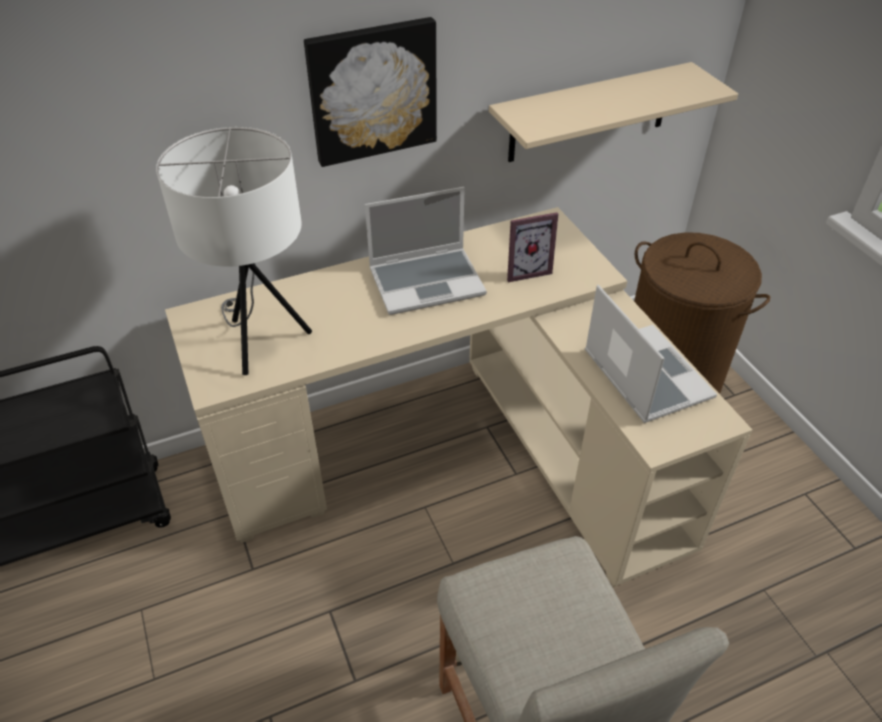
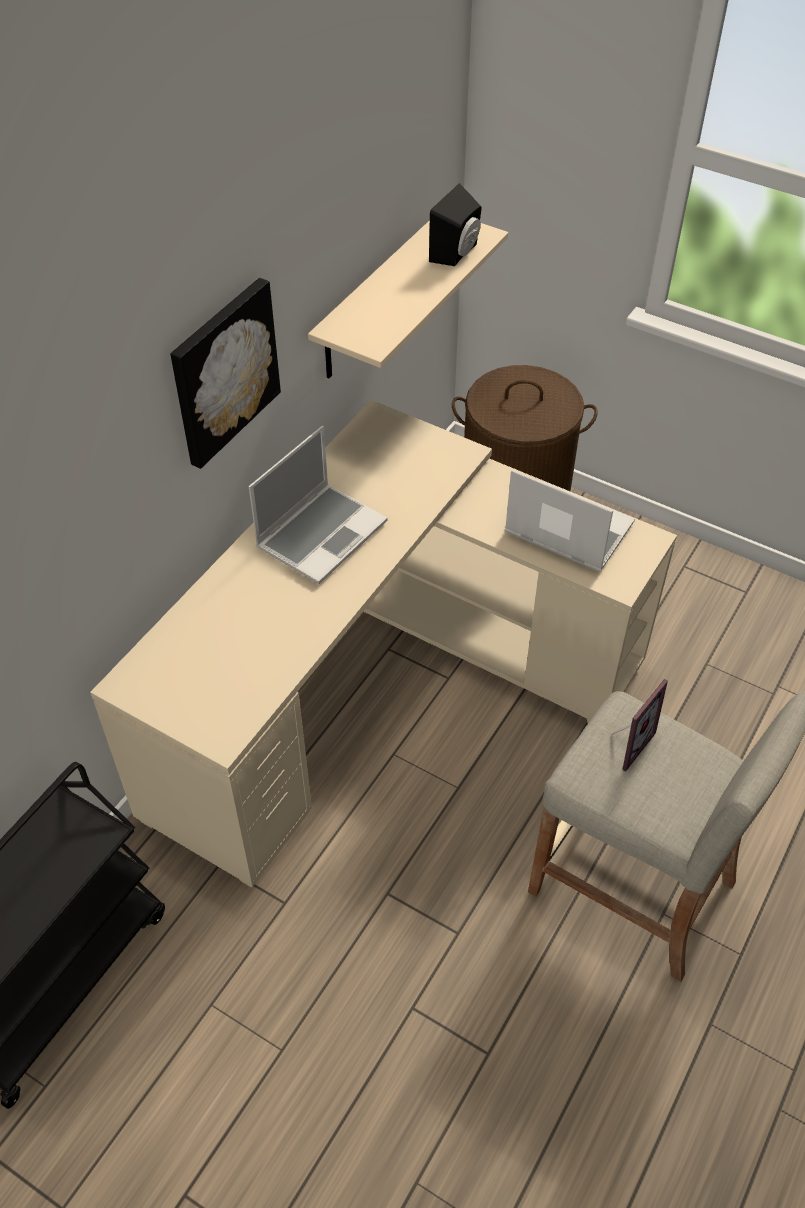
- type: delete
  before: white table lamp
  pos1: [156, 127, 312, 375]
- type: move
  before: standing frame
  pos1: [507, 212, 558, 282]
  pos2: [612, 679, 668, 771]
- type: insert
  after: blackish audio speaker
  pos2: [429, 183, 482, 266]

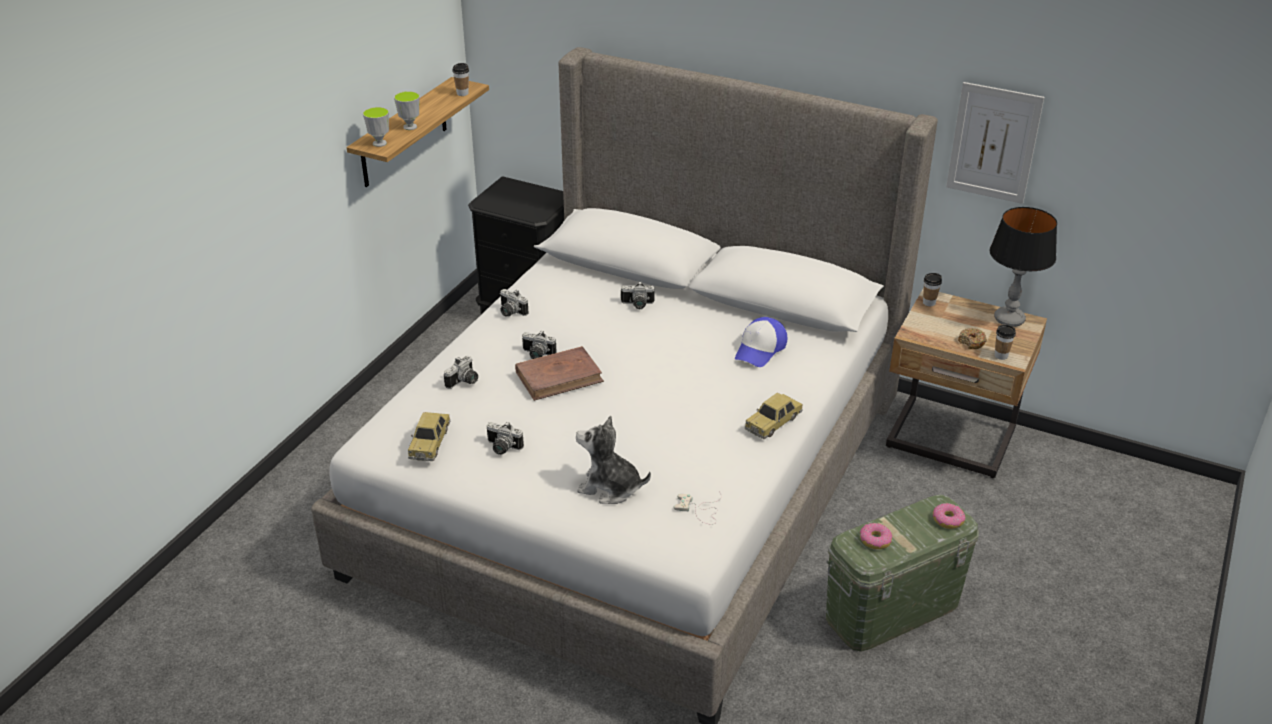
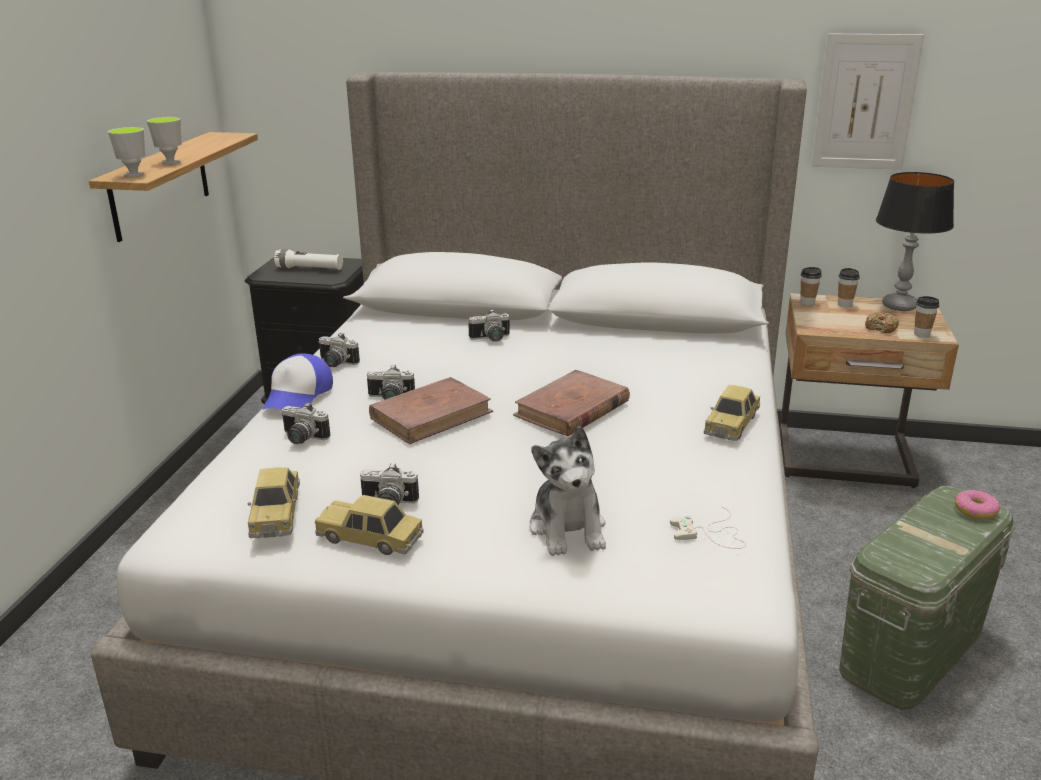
- type: move
  before: cup
  pos1: [452, 63, 469, 96]
  pos2: [838, 268, 860, 307]
- type: move
  before: cap
  pos1: [735, 317, 787, 367]
  pos2: [262, 353, 333, 410]
- type: rotate
  before: photo camera
  pos1: [444, 356, 478, 389]
  pos2: [281, 402, 330, 444]
  turn: 90
- type: rotate
  before: soft toy
  pos1: [576, 416, 651, 504]
  pos2: [529, 426, 606, 556]
  turn: -105
- type: delete
  before: donut
  pos1: [860, 523, 892, 549]
- type: insert
  after: white torch
  pos2: [274, 249, 343, 270]
- type: insert
  after: brown-coloured volume
  pos2: [513, 370, 630, 436]
- type: insert
  after: miniature car
  pos2: [315, 495, 424, 555]

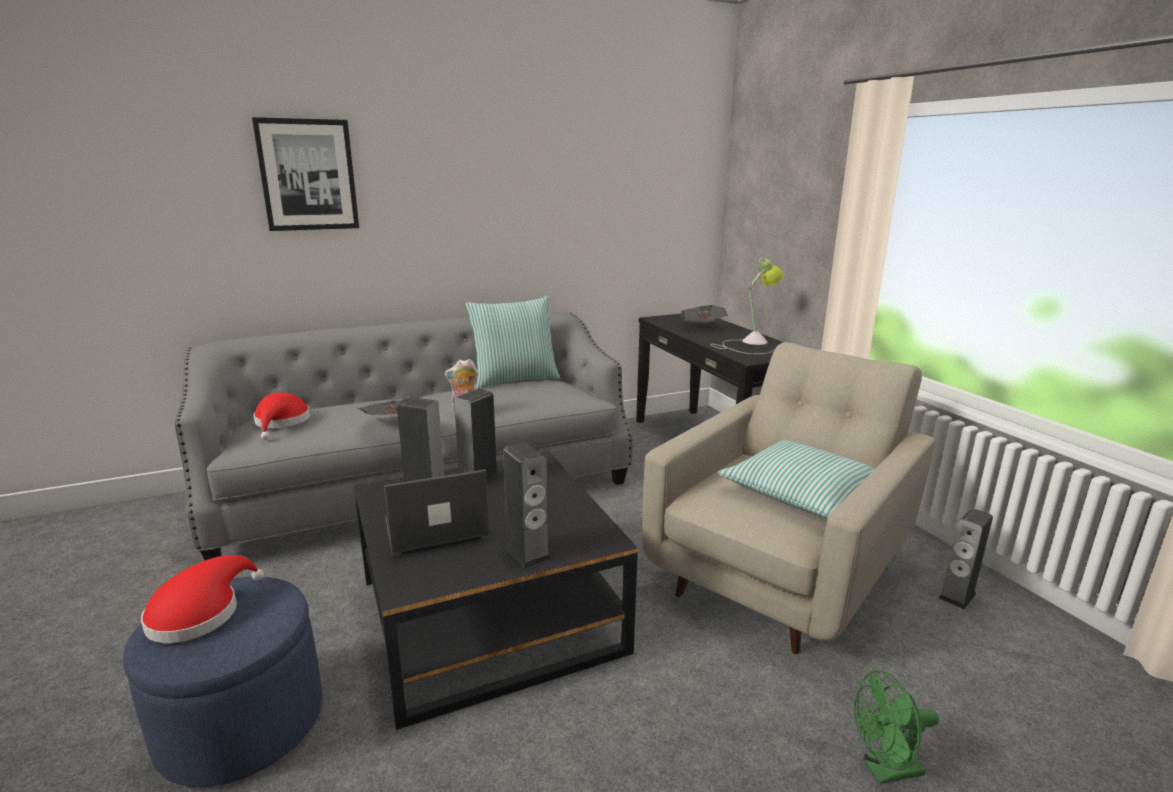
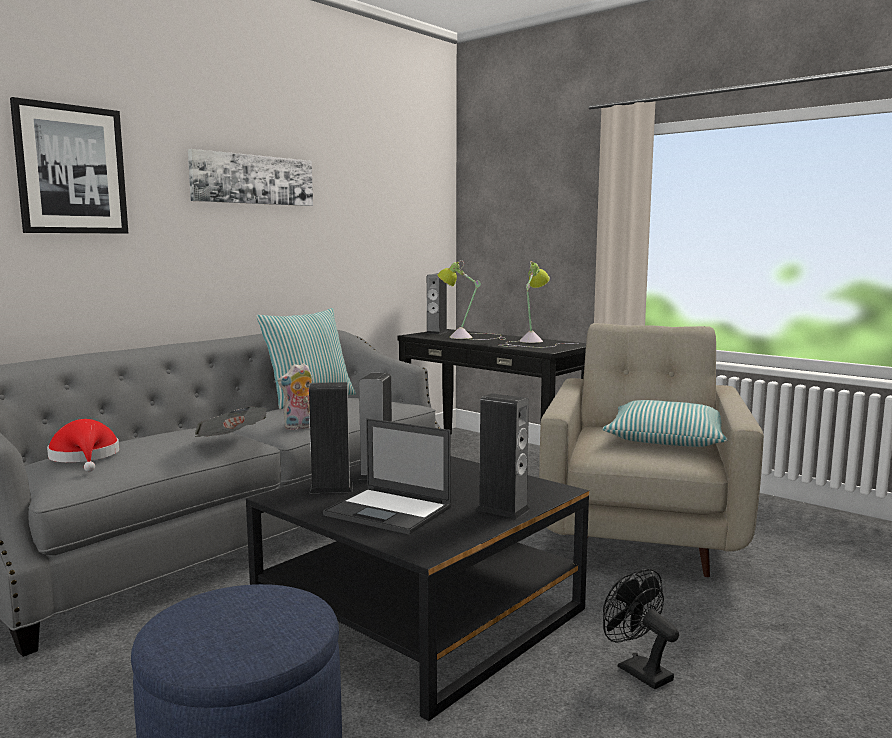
- type: replace
  before: daily paper
  after: table lamp
  pos1: [681, 305, 728, 322]
  pos2: [437, 260, 506, 340]
- type: rotate
  before: laptop
  pos1: [384, 469, 490, 558]
  pos2: [323, 418, 451, 534]
  turn: -105
- type: move
  before: audio speaker
  pos1: [939, 508, 993, 609]
  pos2: [425, 274, 448, 334]
- type: delete
  before: red wearable hat
  pos1: [141, 555, 264, 643]
- type: delete
  before: green-coloured electric fan
  pos1: [854, 670, 939, 784]
- type: insert
  after: wall art
  pos2: [188, 149, 313, 206]
- type: insert
  after: blackish electric fan
  pos2: [603, 569, 679, 689]

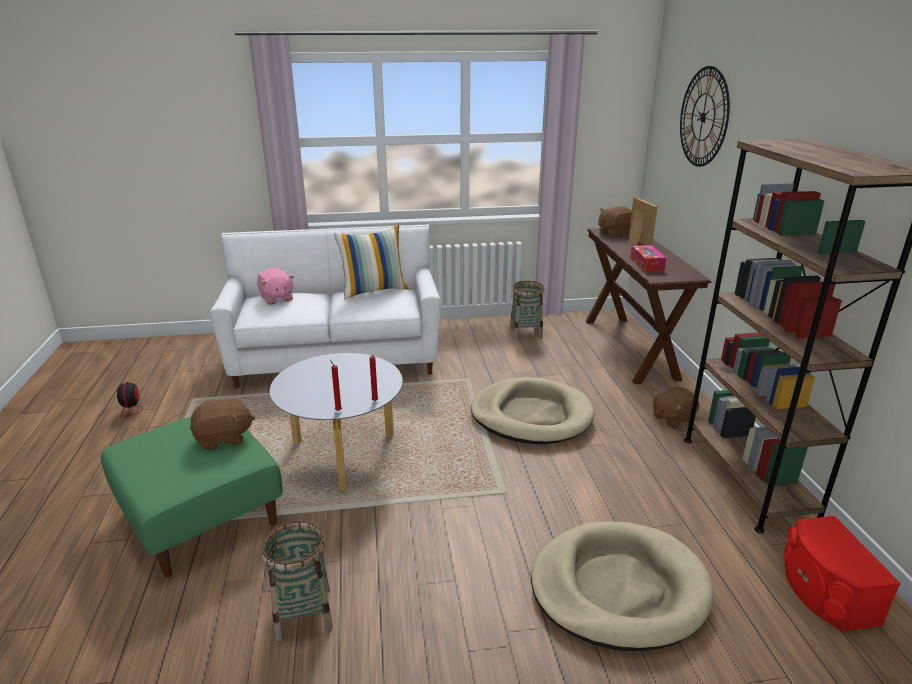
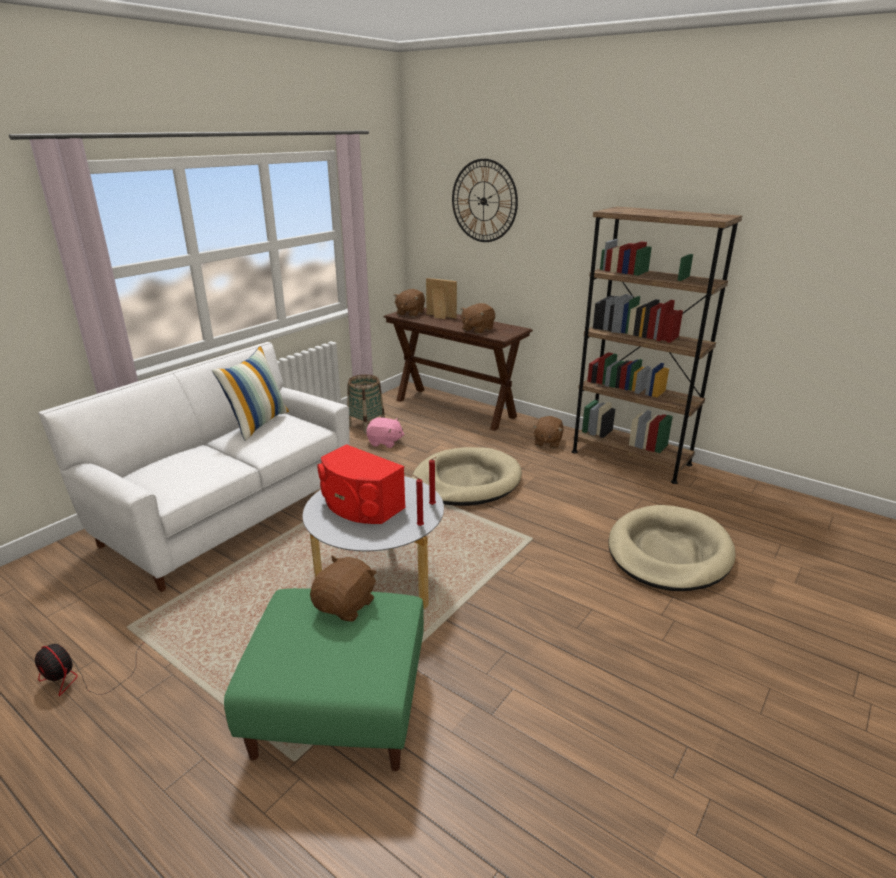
- type: replace
  before: tissue box
  after: brown-coloured soft toy
  pos1: [630, 245, 666, 272]
  pos2: [460, 303, 495, 334]
- type: move
  before: pink soft toy
  pos1: [257, 268, 294, 304]
  pos2: [366, 417, 404, 448]
- type: move
  before: red audio speaker
  pos1: [784, 516, 901, 631]
  pos2: [317, 444, 406, 524]
- type: delete
  before: household basket
  pos1: [261, 520, 333, 641]

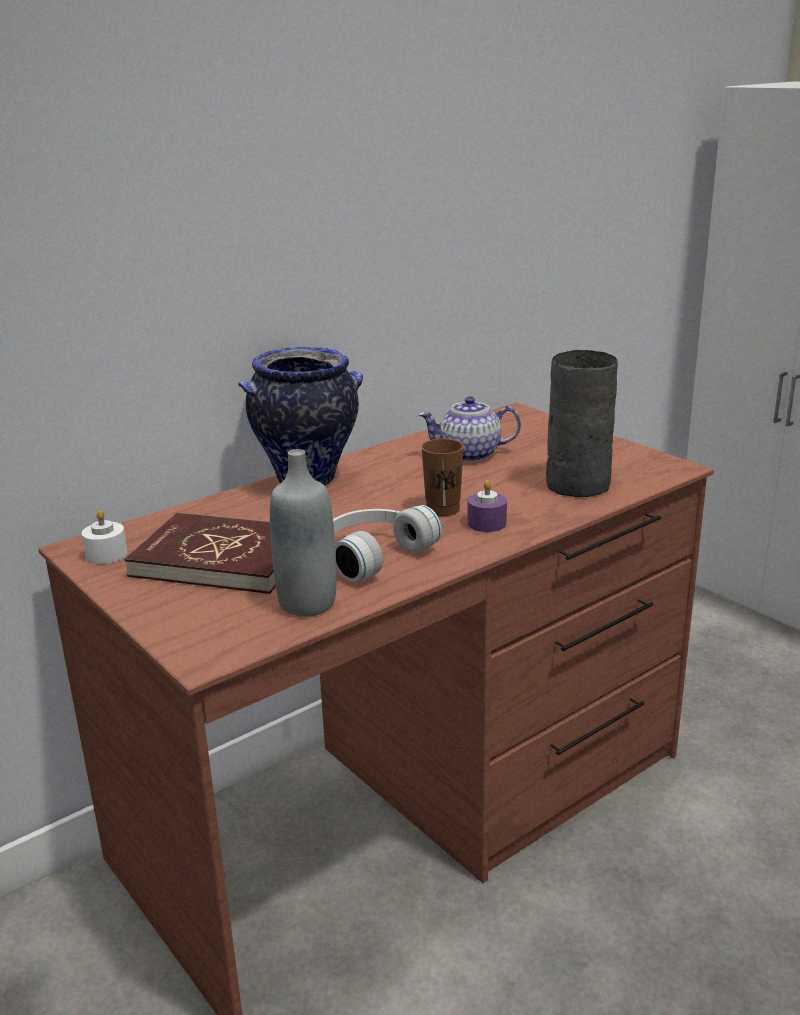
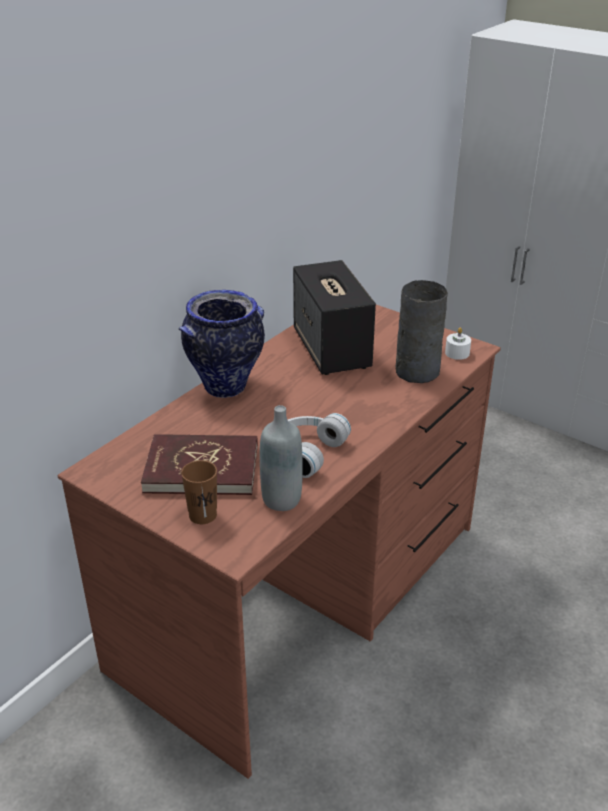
- type: replace
  before: teapot
  after: audio speaker
  pos1: [418, 396, 521, 462]
  pos2: [293, 260, 376, 375]
- type: move
  before: brown-coloured cup
  pos1: [421, 439, 464, 516]
  pos2: [181, 460, 217, 524]
- type: delete
  before: purple-coloured wax light
  pos1: [468, 480, 507, 532]
- type: move
  before: white wax light
  pos1: [82, 510, 128, 564]
  pos2: [445, 328, 471, 360]

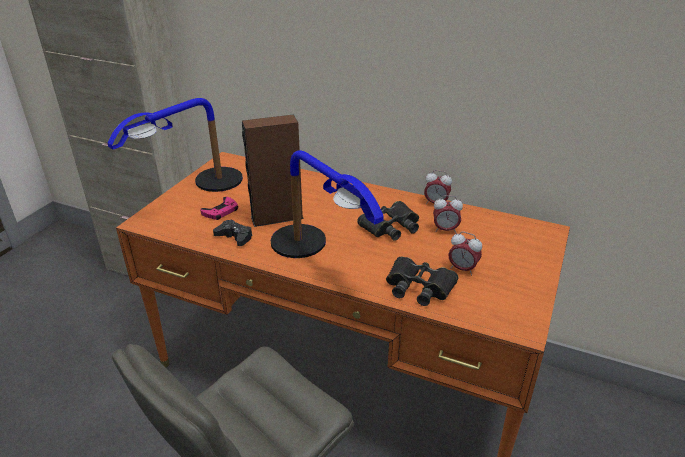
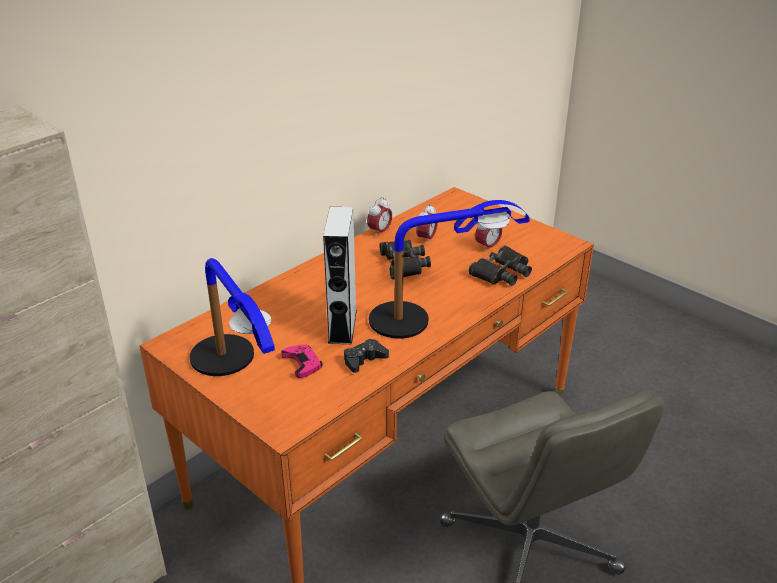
- type: recolor
  before: brown-coloured audio speaker
  after: greyish audio speaker
  pos1: [242, 115, 304, 227]
  pos2: [323, 207, 357, 344]

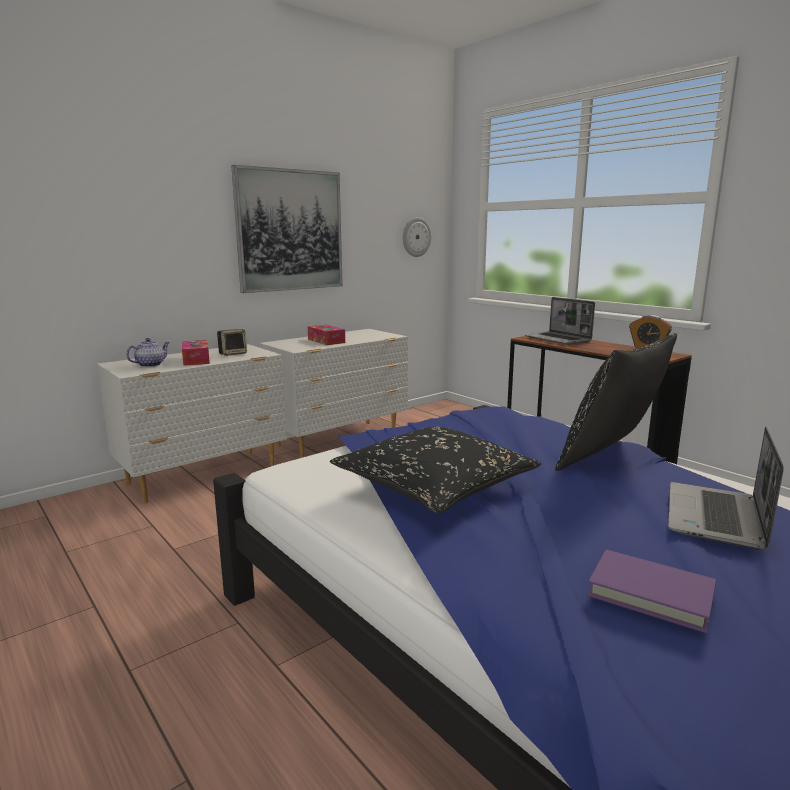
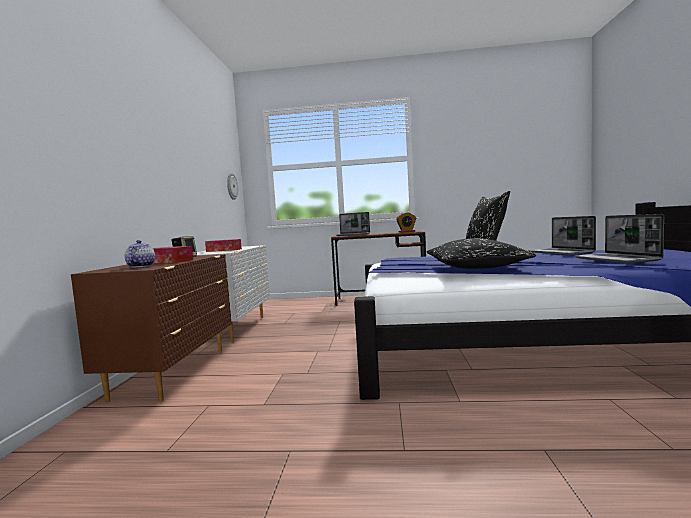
- type: delete
  before: wall art
  pos1: [231, 165, 343, 293]
- type: recolor
  before: white dresser
  after: brown-coloured dresser
  pos1: [97, 344, 287, 503]
  pos2: [71, 254, 232, 402]
- type: replace
  before: purple-coloured volume
  after: laptop
  pos1: [587, 550, 716, 633]
  pos2: [574, 214, 664, 263]

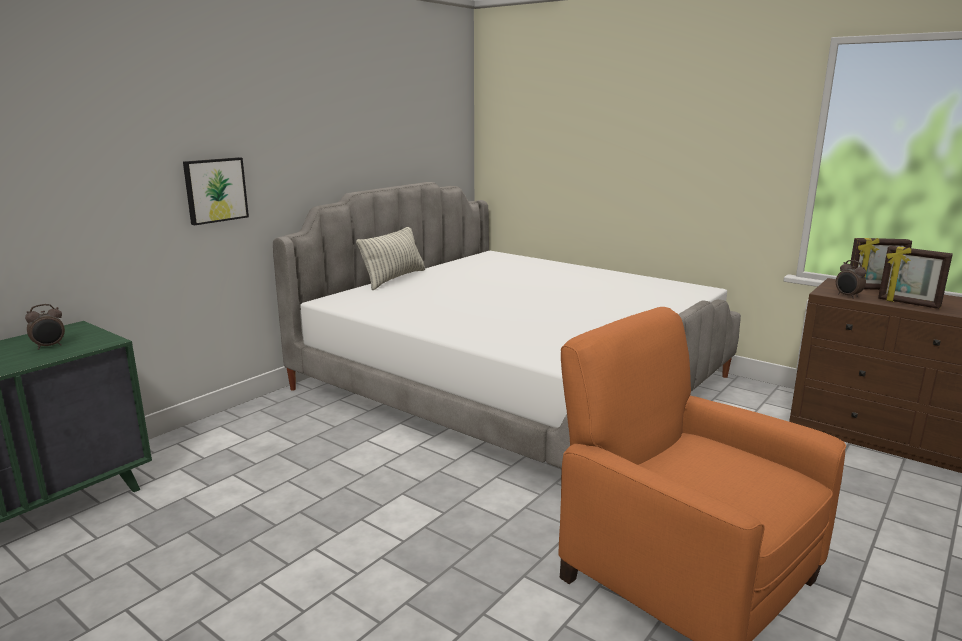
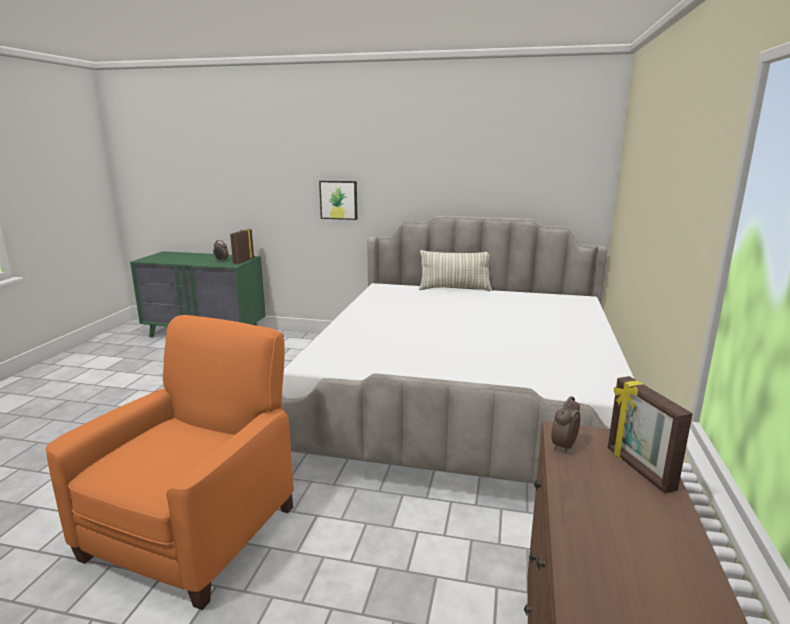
- type: move
  before: standing frame
  pos1: [878, 246, 953, 309]
  pos2: [230, 229, 254, 264]

